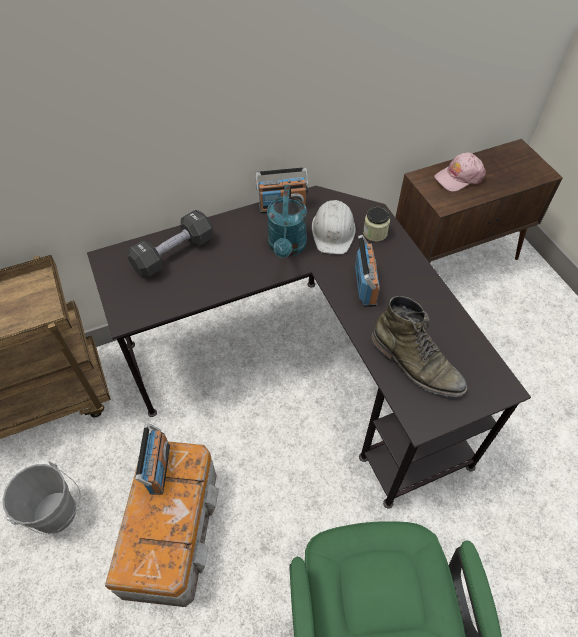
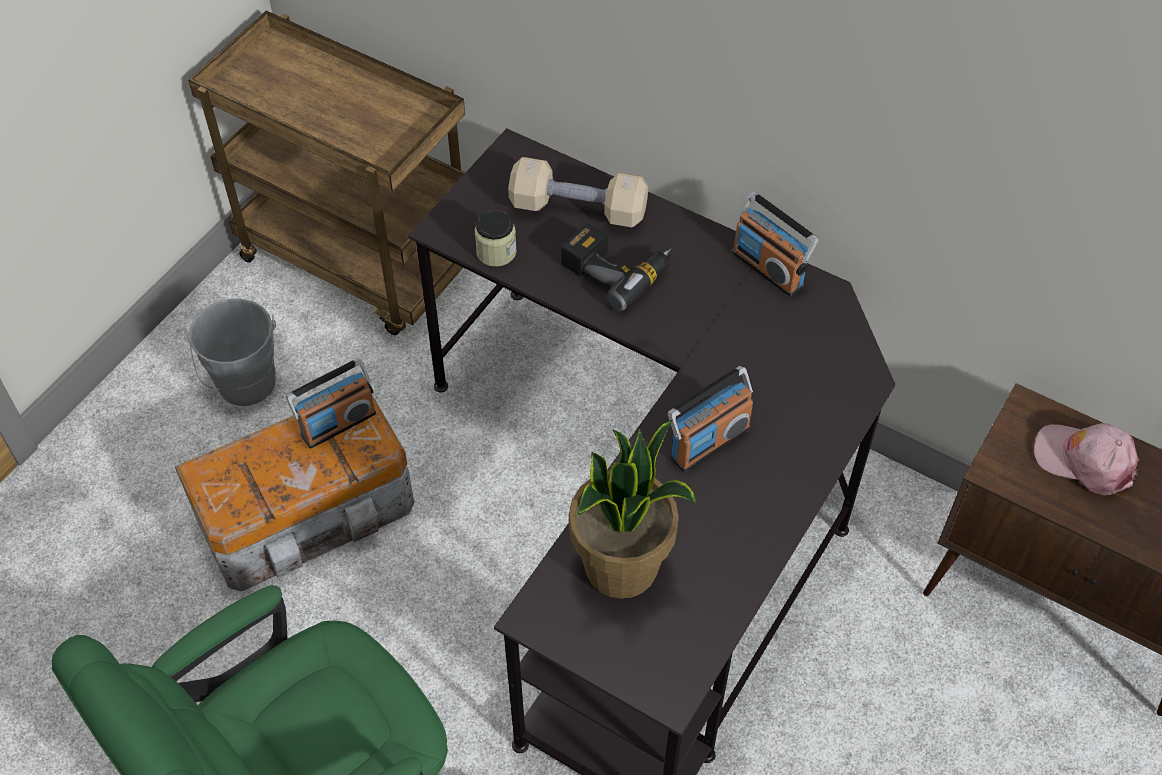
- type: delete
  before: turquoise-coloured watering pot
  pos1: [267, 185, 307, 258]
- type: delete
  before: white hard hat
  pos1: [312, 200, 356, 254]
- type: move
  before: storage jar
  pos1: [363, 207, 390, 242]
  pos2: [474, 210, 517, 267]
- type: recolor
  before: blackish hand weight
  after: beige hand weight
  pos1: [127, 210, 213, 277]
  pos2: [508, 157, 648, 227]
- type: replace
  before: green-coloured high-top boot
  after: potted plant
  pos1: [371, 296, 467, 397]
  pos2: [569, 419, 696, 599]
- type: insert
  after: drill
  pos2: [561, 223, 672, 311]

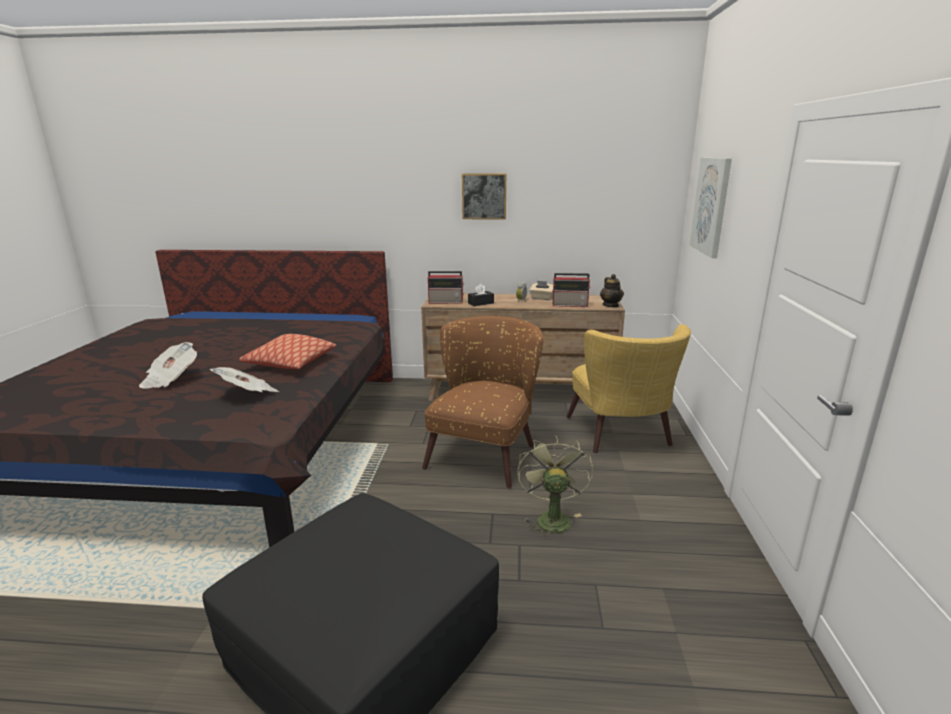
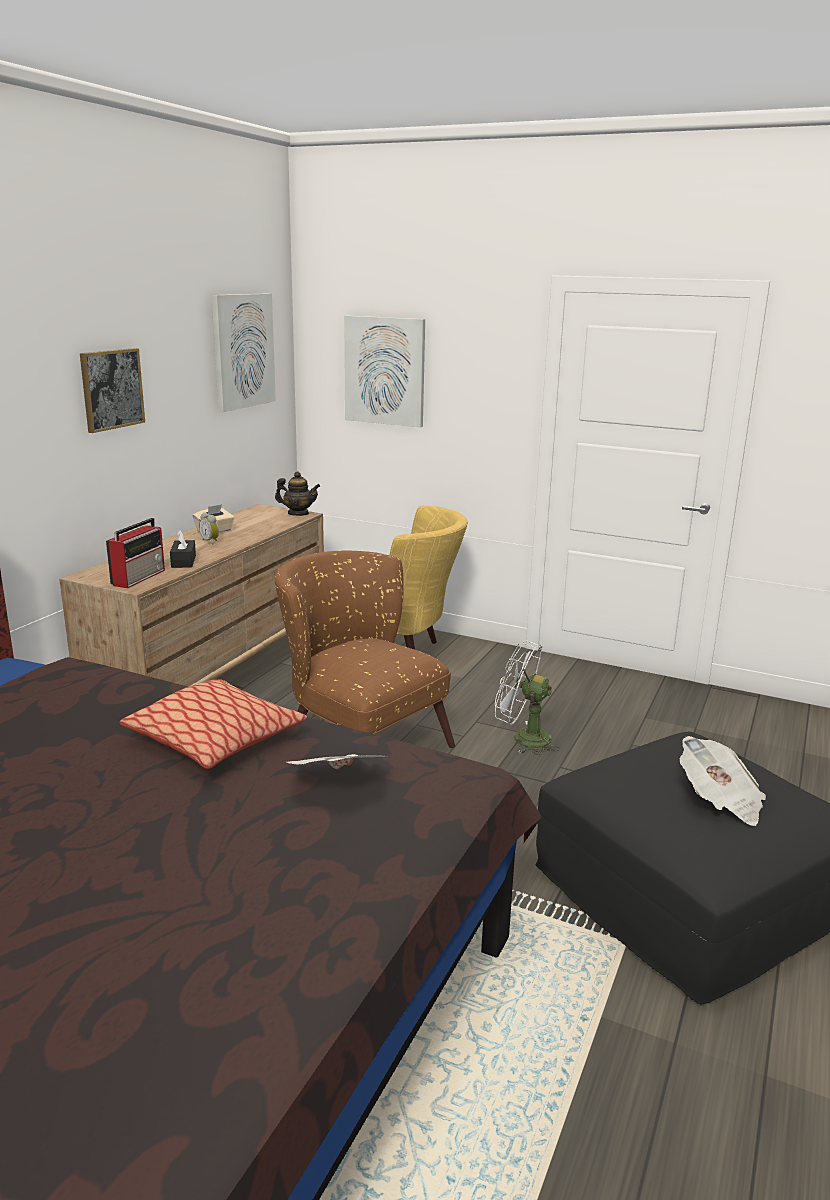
- type: delete
  before: radio set
  pos1: [553, 273, 591, 307]
- type: move
  before: daily paper
  pos1: [139, 342, 197, 389]
  pos2: [679, 736, 766, 826]
- type: recolor
  before: green-coloured electric fan
  after: white electric fan
  pos1: [517, 435, 593, 540]
  pos2: [495, 641, 560, 755]
- type: insert
  after: wall art
  pos2: [212, 293, 276, 412]

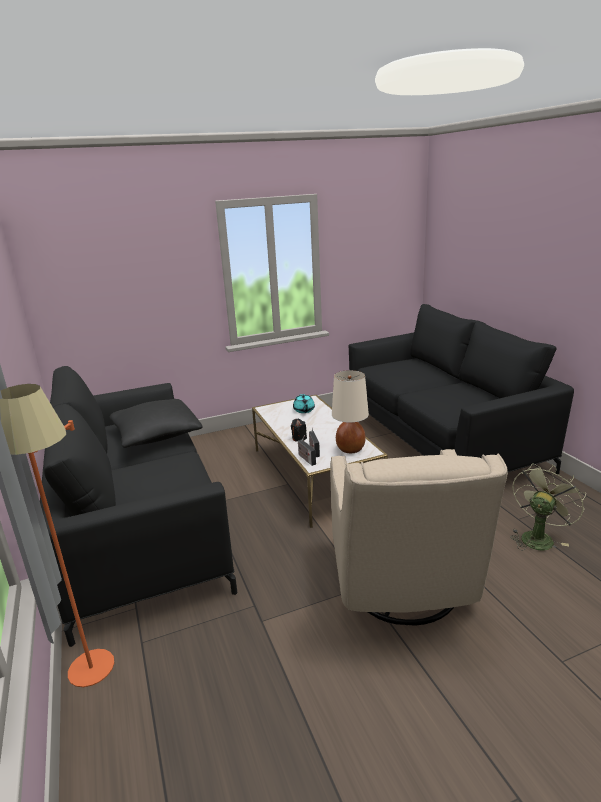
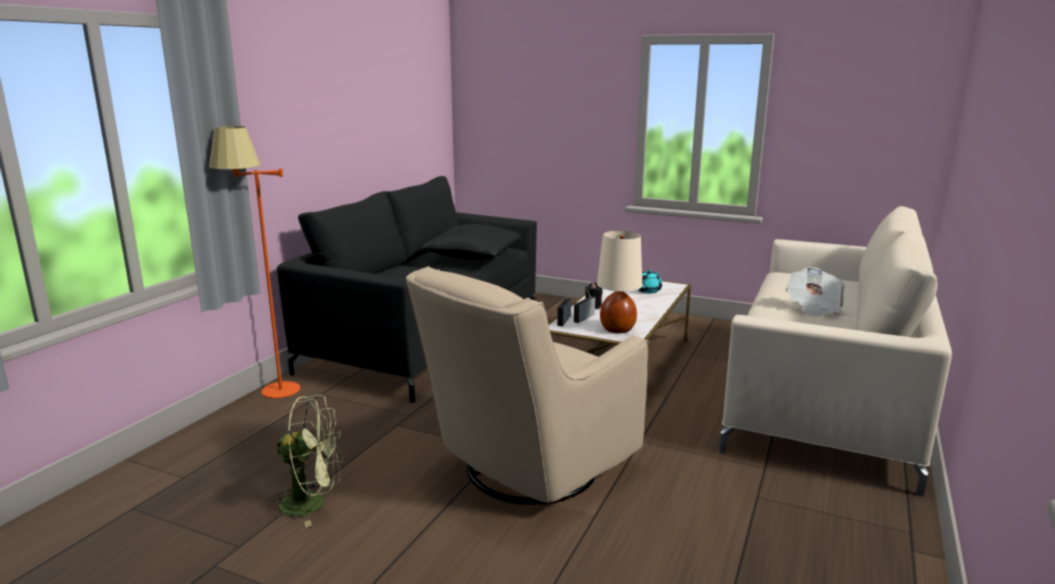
- type: recolor
  before: blackish sofa
  after: beige sofa
  pos1: [349, 304, 574, 474]
  pos2: [719, 206, 952, 497]
- type: move
  before: green-coloured electric fan
  pos1: [510, 464, 586, 551]
  pos2: [270, 395, 344, 527]
- type: insert
  after: daily paper
  pos2: [786, 267, 845, 317]

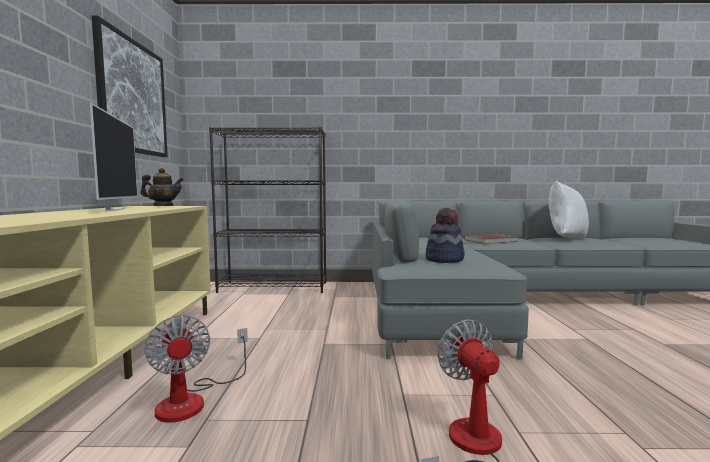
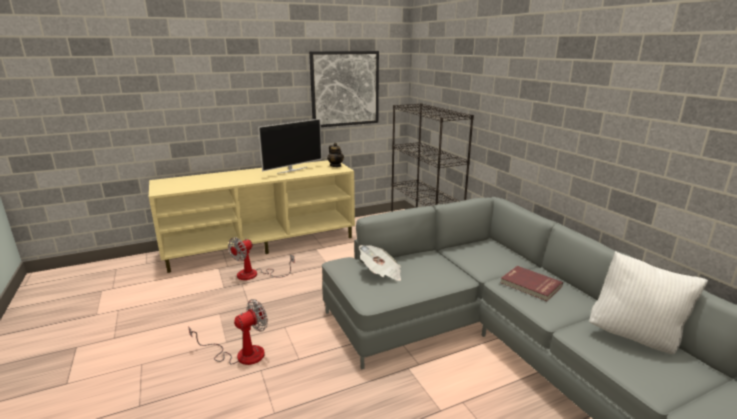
- type: replace
  before: wearable hat
  after: daily paper
  pos1: [426, 208, 465, 263]
  pos2: [359, 245, 401, 281]

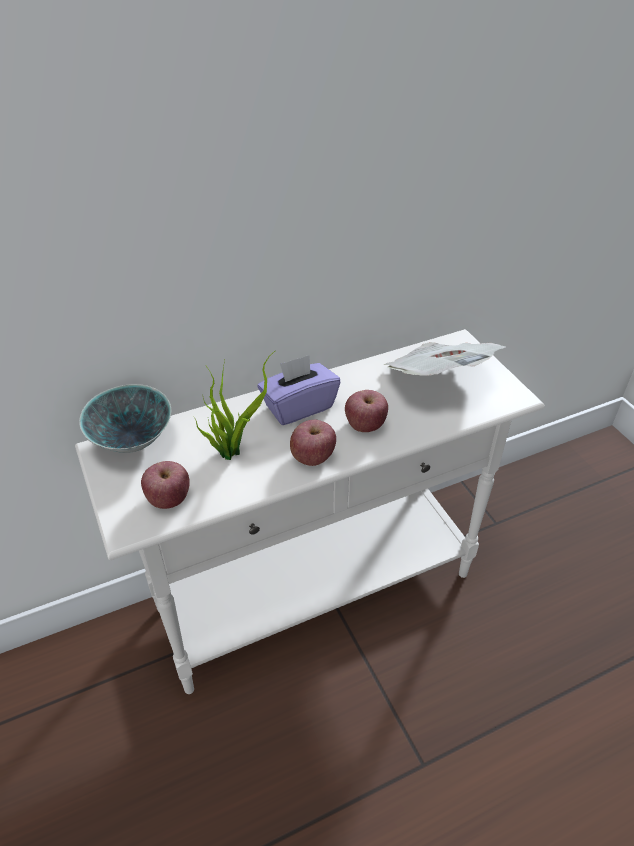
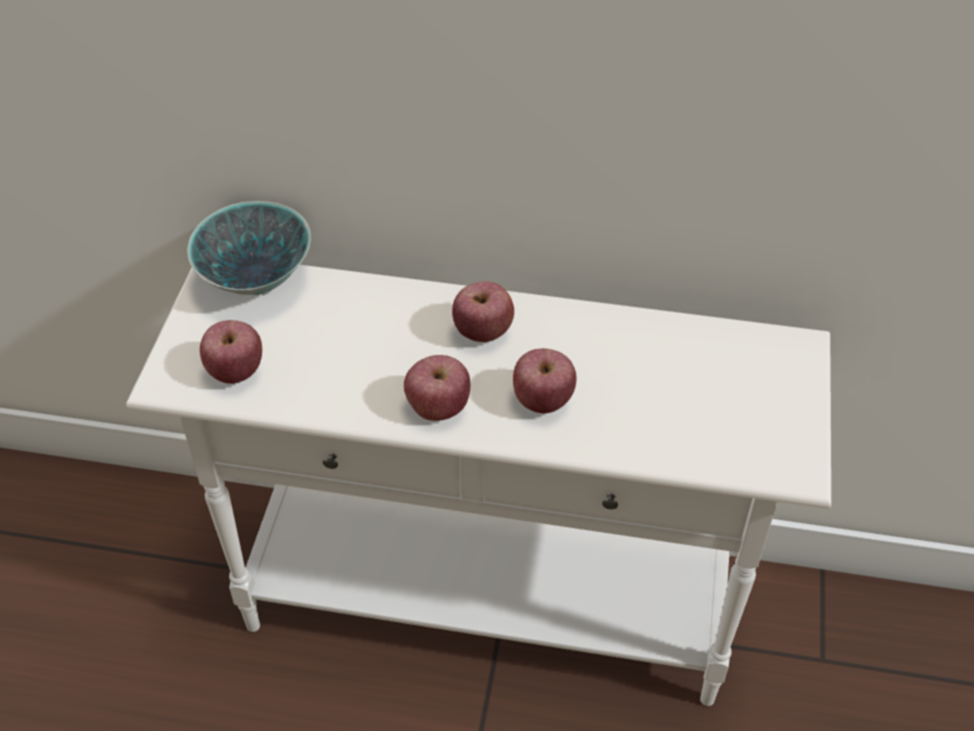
- type: delete
  before: daily paper
  pos1: [384, 342, 506, 376]
- type: delete
  before: potted plant
  pos1: [194, 351, 275, 460]
- type: replace
  before: purple-coloured tissue box
  after: apple fruit
  pos1: [258, 355, 340, 425]
  pos2: [452, 281, 514, 342]

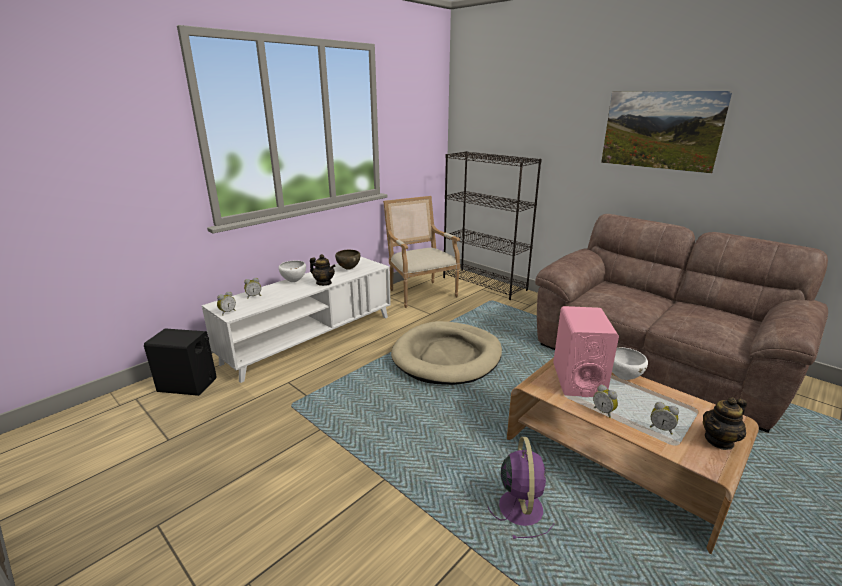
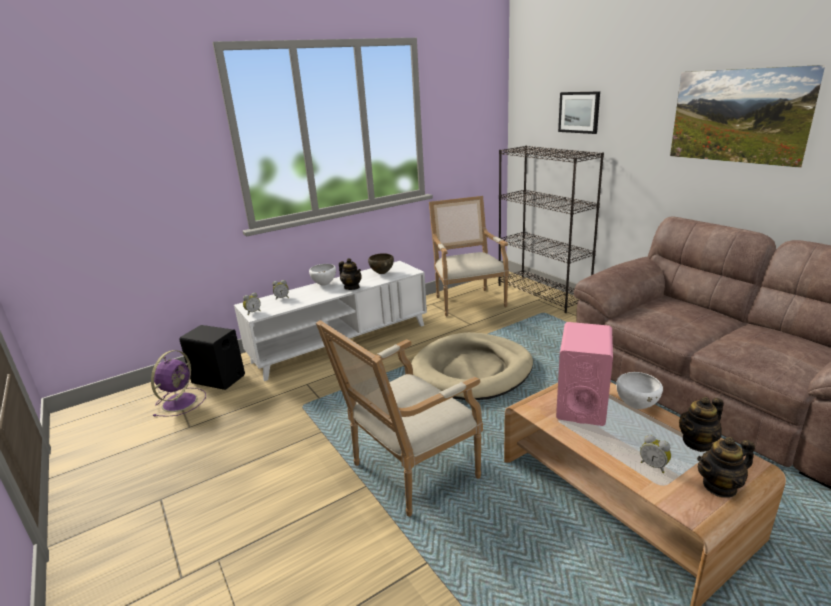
- type: delete
  before: bedside clock
  pos1: [593, 385, 618, 418]
- type: move
  before: purple-coloured electric fan
  pos1: [488, 437, 554, 539]
  pos2: [151, 350, 206, 417]
- type: insert
  after: wall art
  pos2: [558, 91, 600, 134]
- type: insert
  after: armchair
  pos2: [316, 320, 483, 517]
- type: insert
  after: teapot
  pos2: [679, 397, 724, 452]

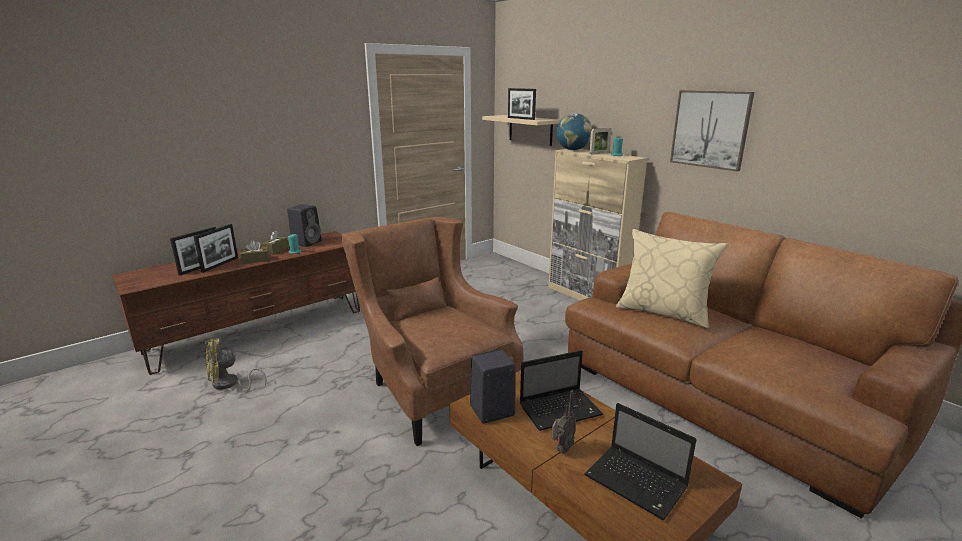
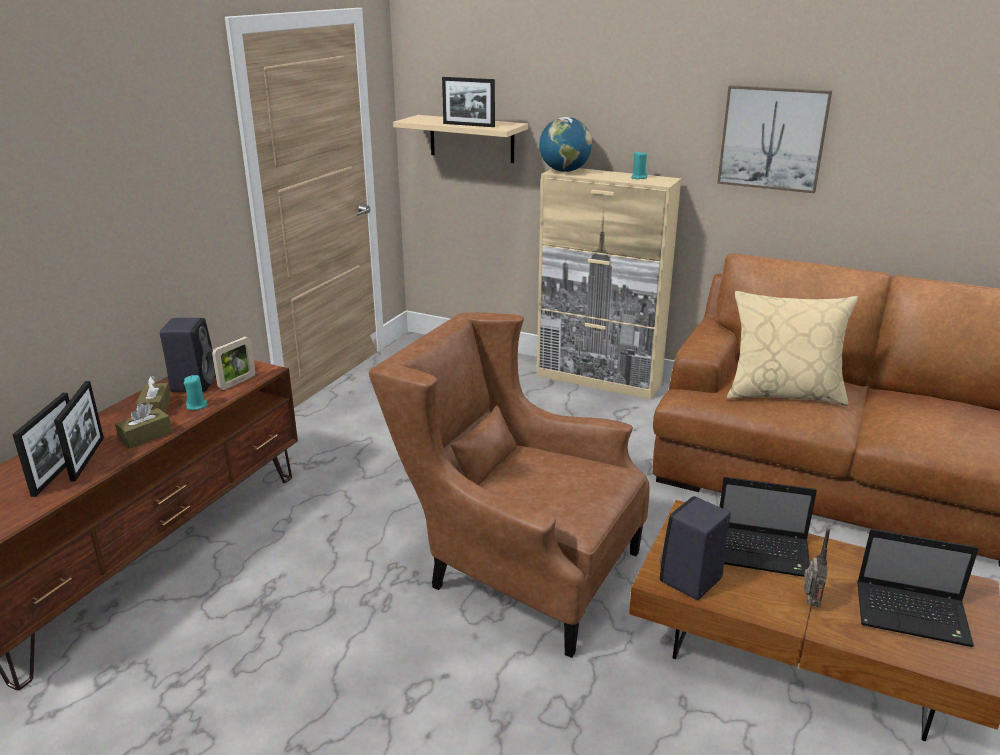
- type: move
  before: standing frame
  pos1: [590, 128, 612, 155]
  pos2: [212, 337, 255, 390]
- type: delete
  before: yellow-coloured electric fan
  pos1: [205, 339, 266, 391]
- type: rotate
  before: laptop
  pos1: [520, 350, 603, 431]
  pos2: [720, 477, 817, 577]
  turn: 60

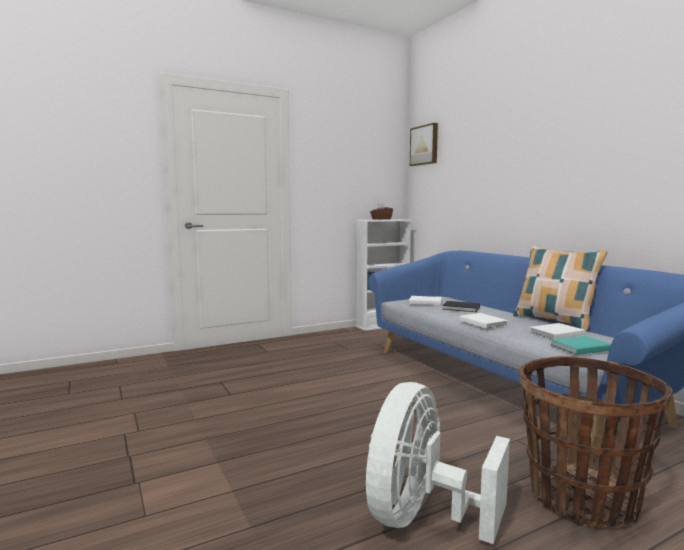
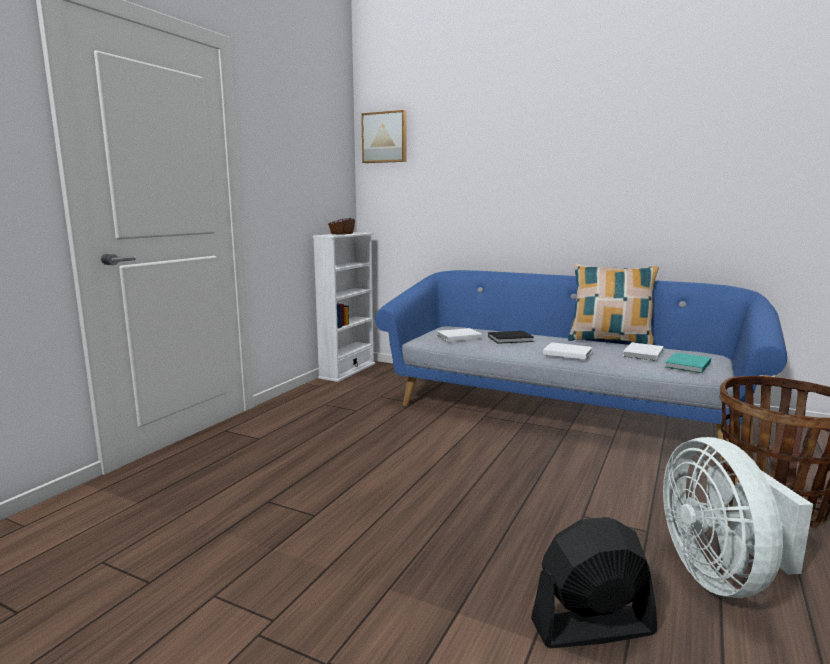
- type: insert
  after: blackish electric fan
  pos2: [531, 517, 657, 648]

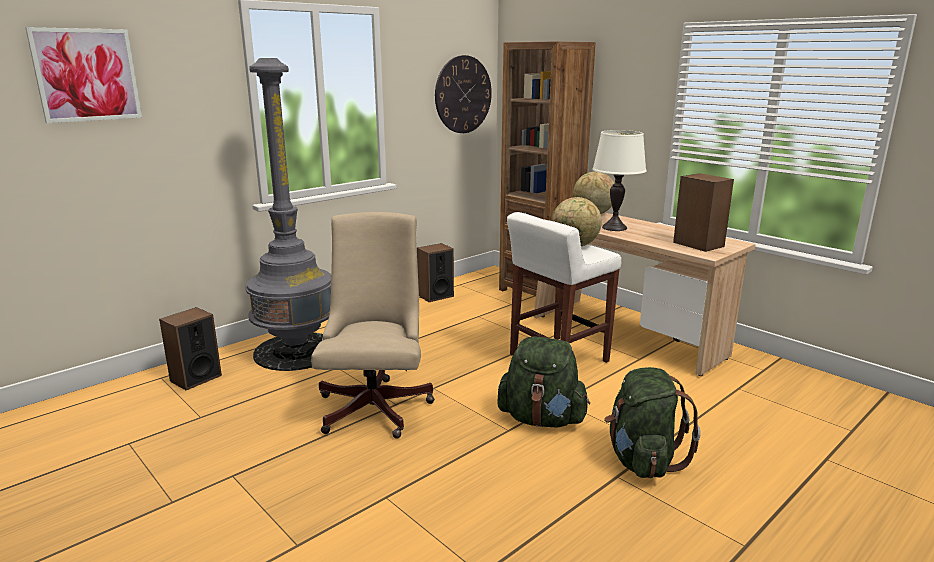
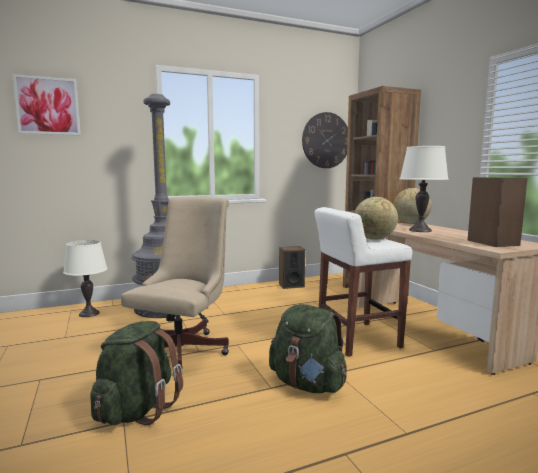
- type: replace
  before: audio speaker
  after: white table lamp
  pos1: [159, 307, 222, 390]
  pos2: [63, 240, 108, 317]
- type: move
  before: green-coloured rucksack
  pos1: [604, 367, 701, 478]
  pos2: [90, 321, 183, 425]

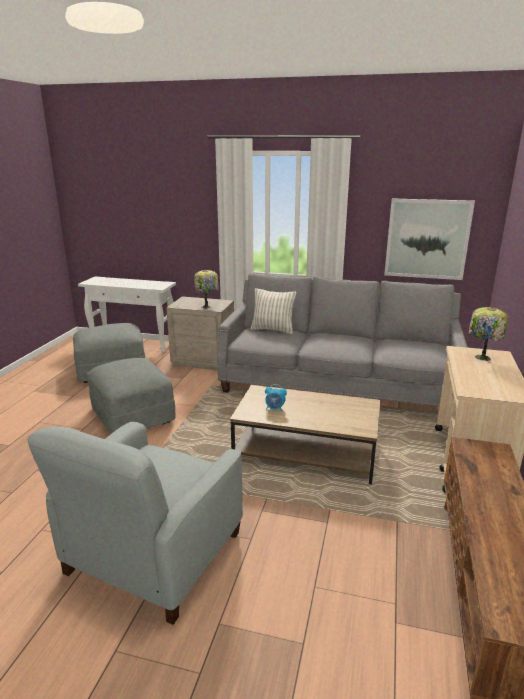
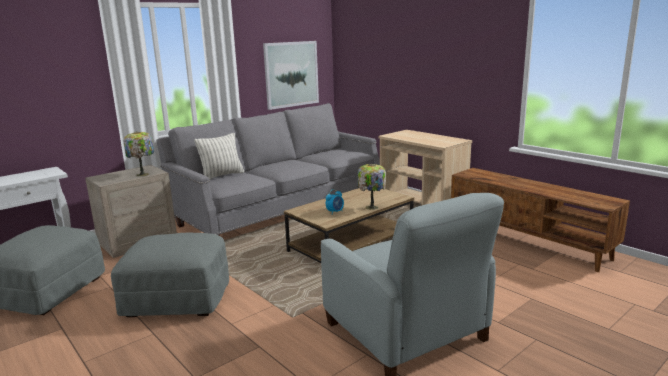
- type: move
  before: table lamp
  pos1: [468, 307, 508, 361]
  pos2: [358, 164, 386, 210]

